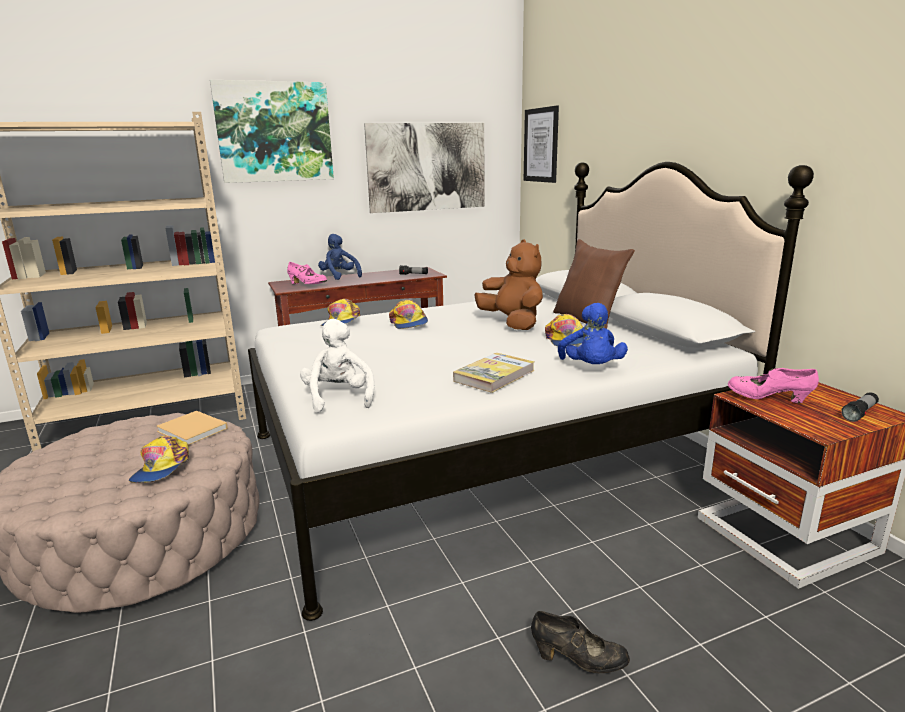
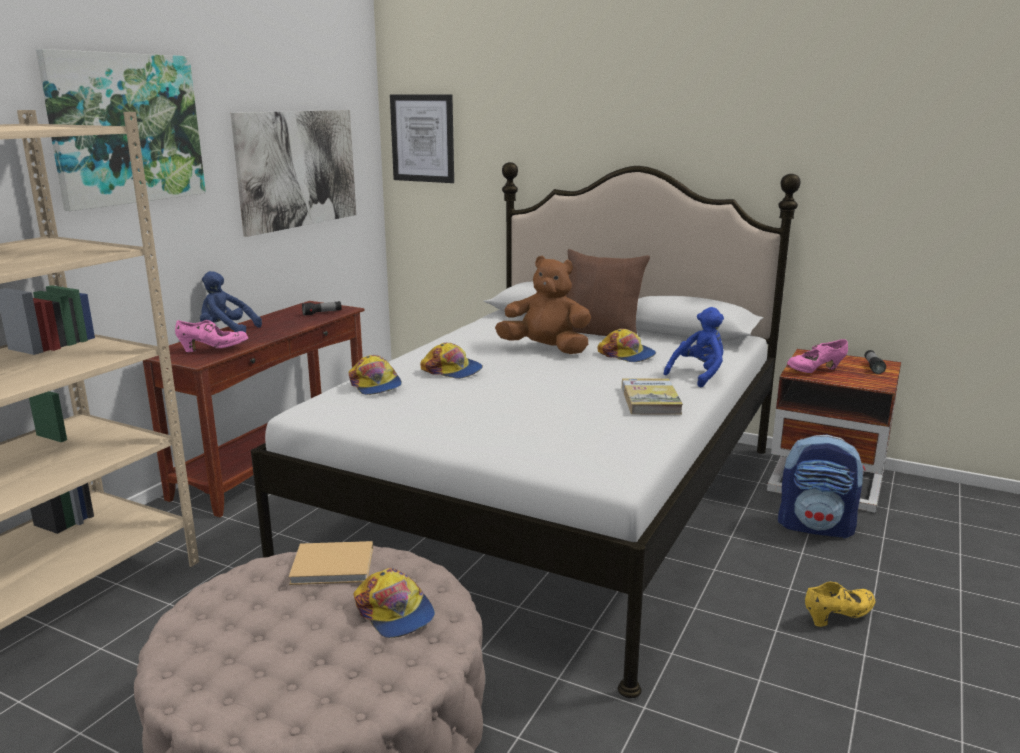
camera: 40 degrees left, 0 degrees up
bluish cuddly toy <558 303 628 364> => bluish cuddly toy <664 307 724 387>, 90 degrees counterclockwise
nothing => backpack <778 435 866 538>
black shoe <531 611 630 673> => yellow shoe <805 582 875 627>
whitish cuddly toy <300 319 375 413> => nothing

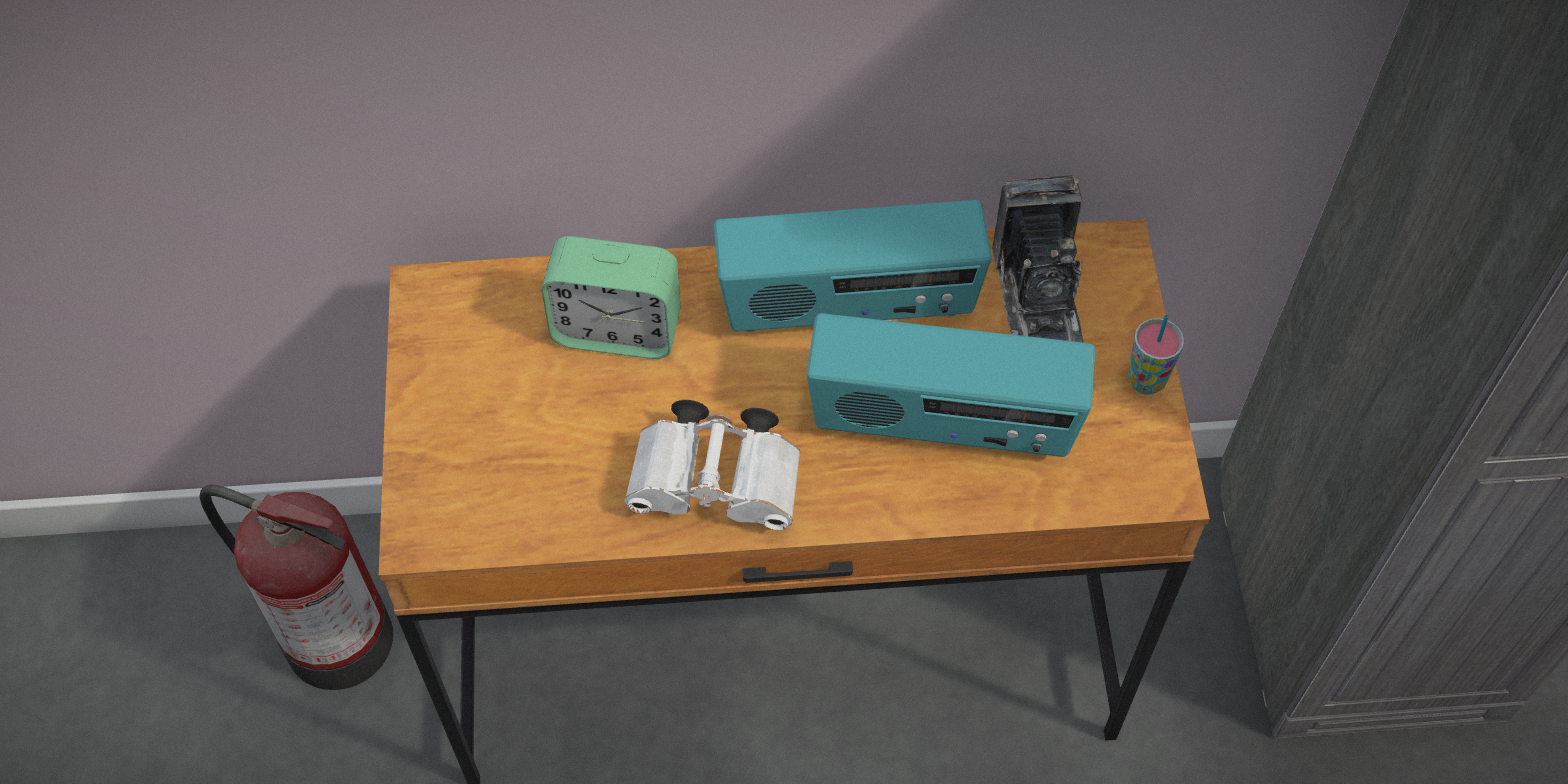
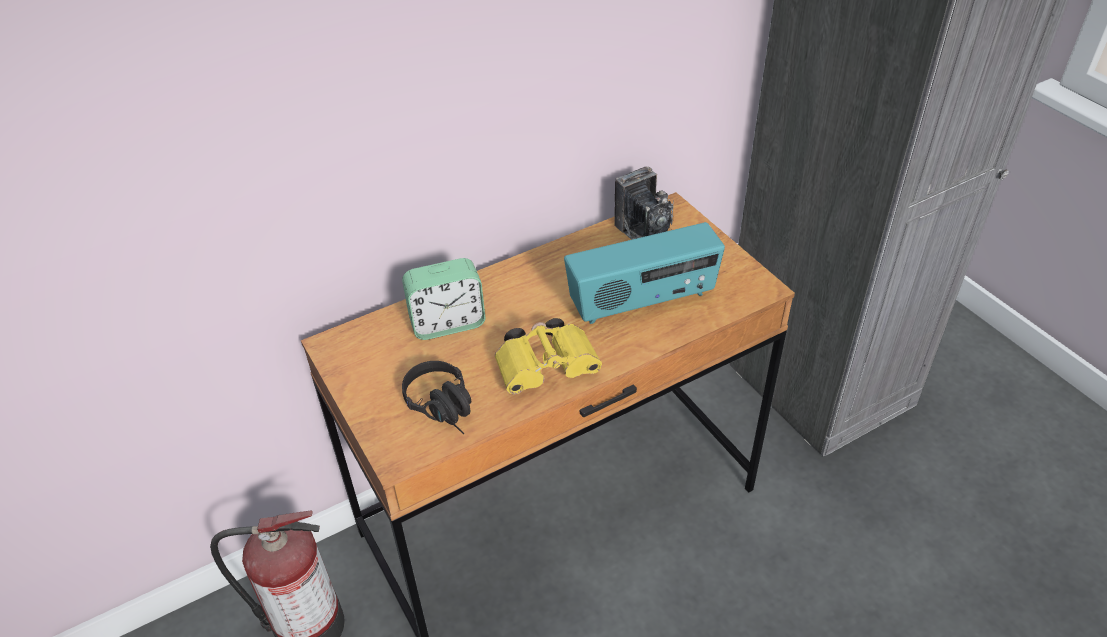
camera: 25 degrees left, 15 degrees down
nothing => black headphones <402 361 471 434>
whitish pair of binoculars <624 400 801 531> => yellow pair of binoculars <495 318 602 395>
radio <714 200 992 332> => nothing
small cup <1127 315 1184 395> => nothing

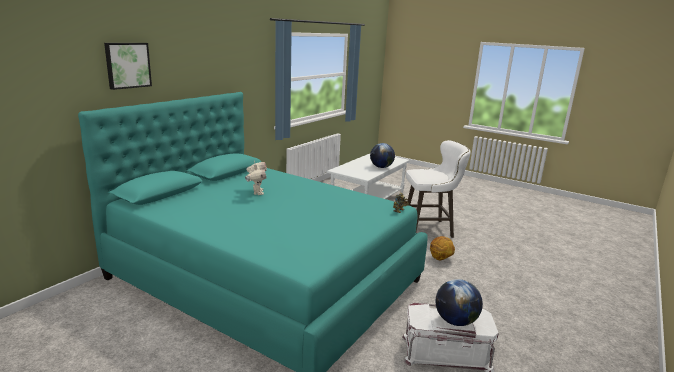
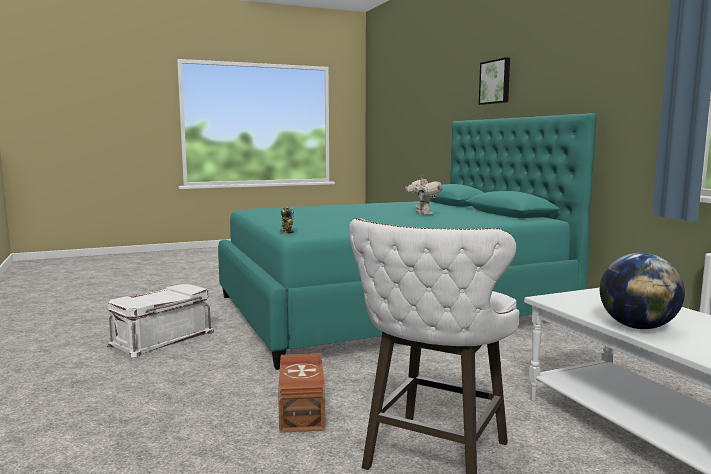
camera: 125 degrees right, 10 degrees down
basketball ball <430 236 455 260> => brown storage container <278 353 325 433>
model robot <245 162 267 195> => model robot <405 175 442 215>, 135 degrees counterclockwise
desk globe <436 279 483 326> => nothing

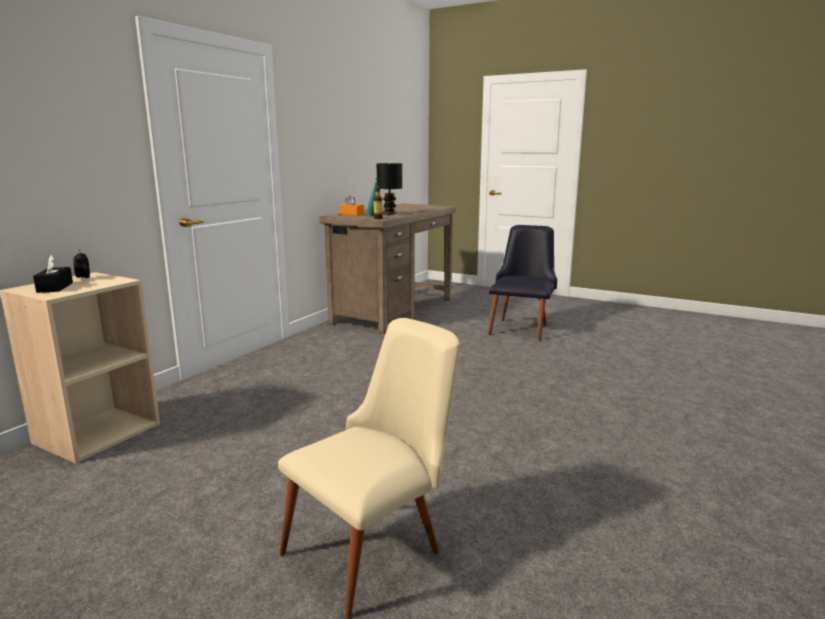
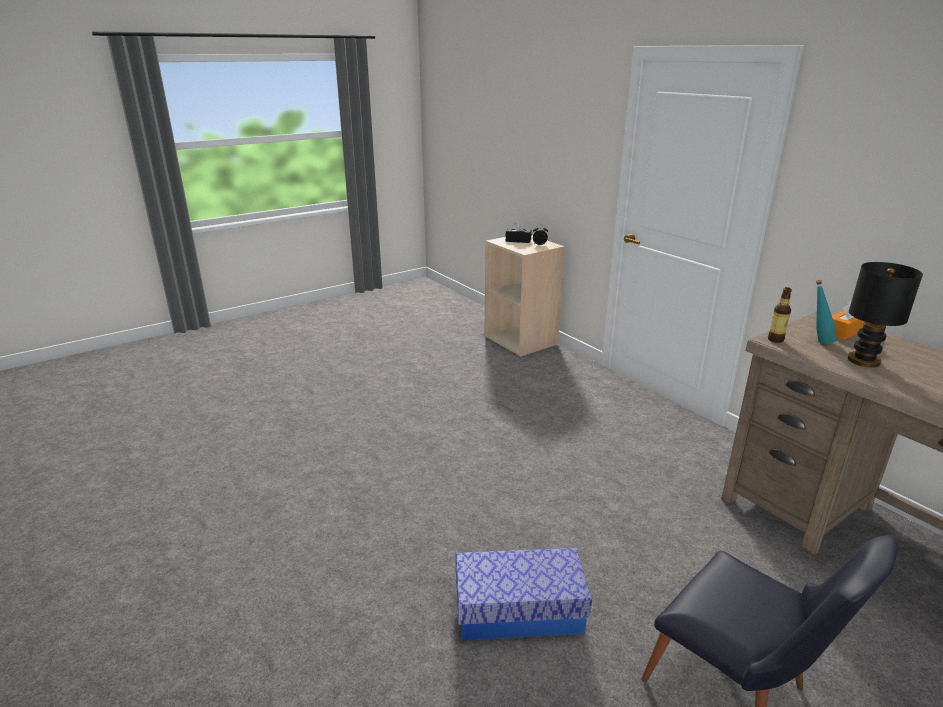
camera: 115 degrees right, 10 degrees up
nothing => storage container <456 548 592 640>
beige upright chair <278 318 460 619> => nothing

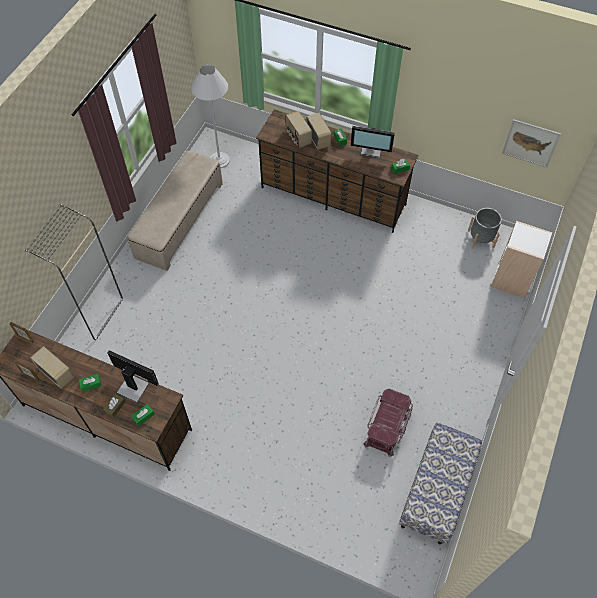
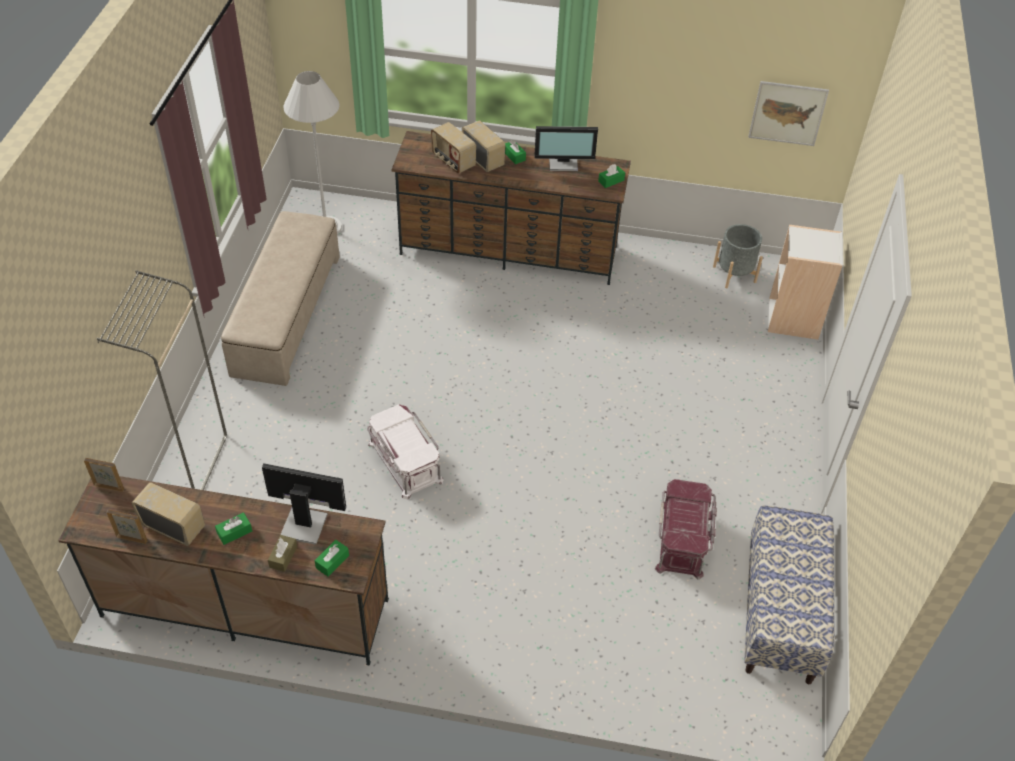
camera: 15 degrees left, 10 degrees down
nothing => whitish storage container <367 404 443 499>

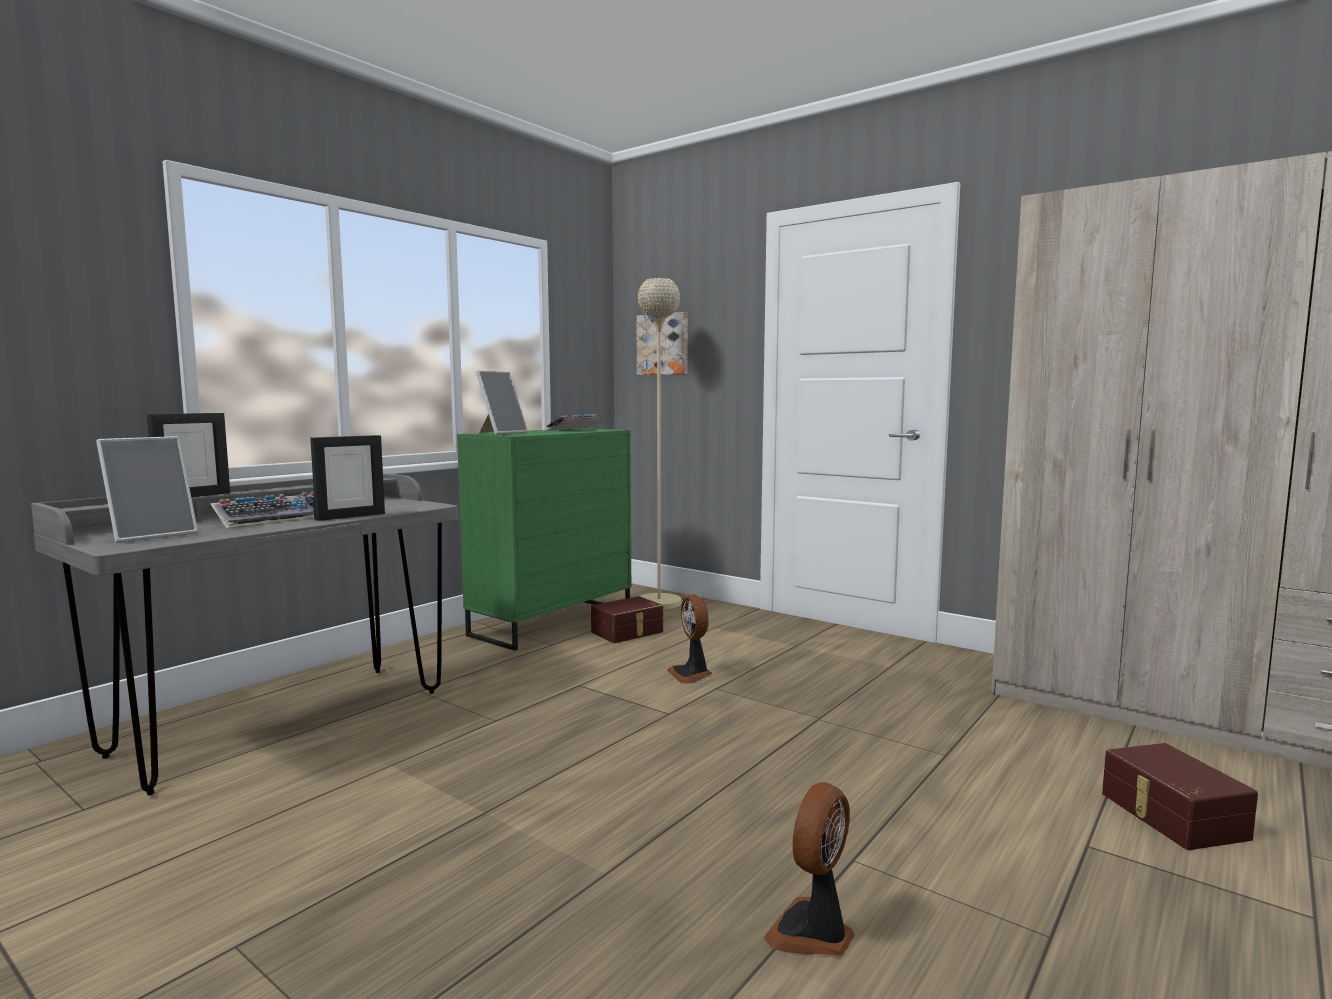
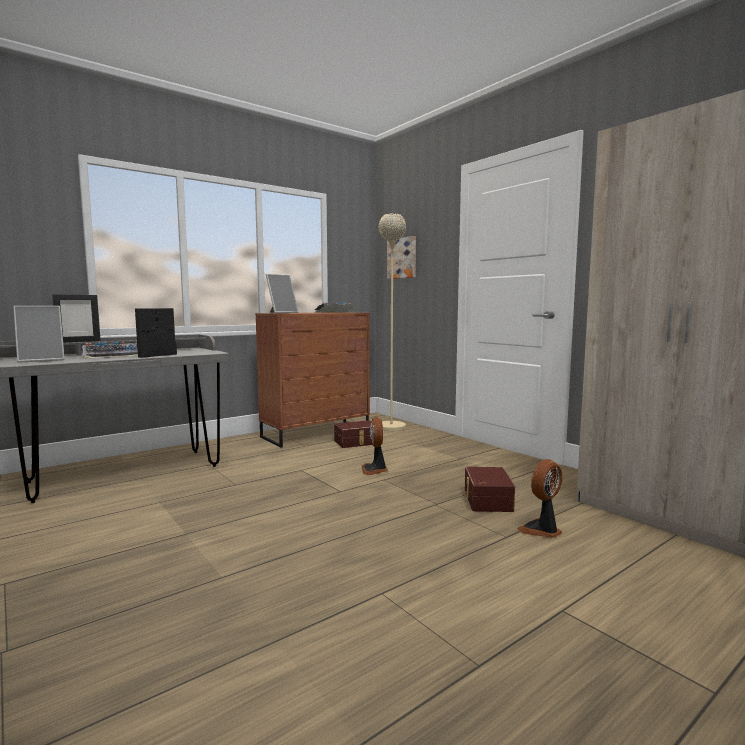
camera: 15 degrees right, 0 degrees up
picture frame <310 435 385 521> => picture frame <135 308 177 358>, 150 degrees clockwise
green drawer chest <457 428 632 651> => brown drawer chest <255 312 370 448>
brown storage container <1102 743 1258 850> => brown storage container <465 467 515 512>, move
cooling fan <764 782 855 955> => cooling fan <518 459 562 538>, move

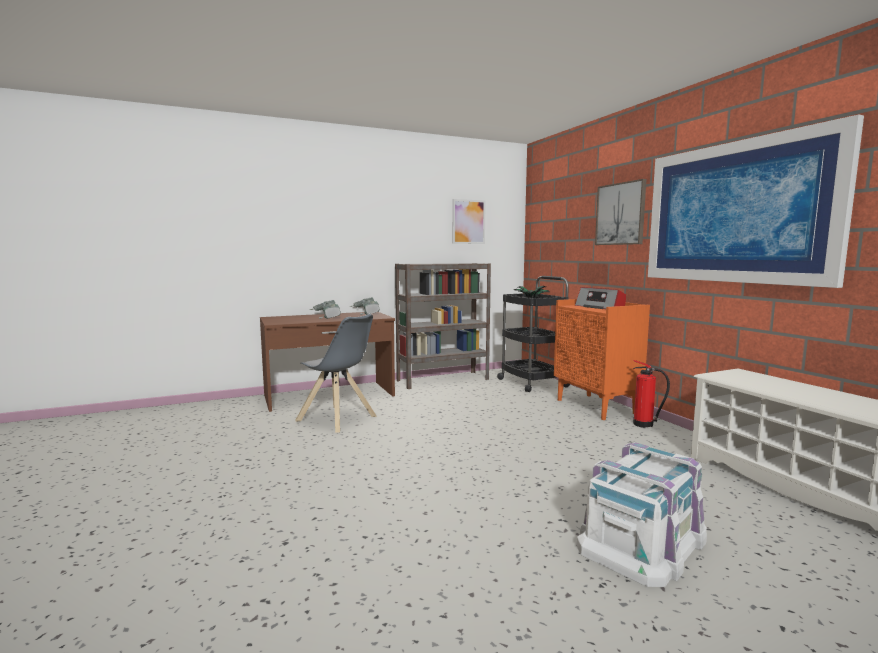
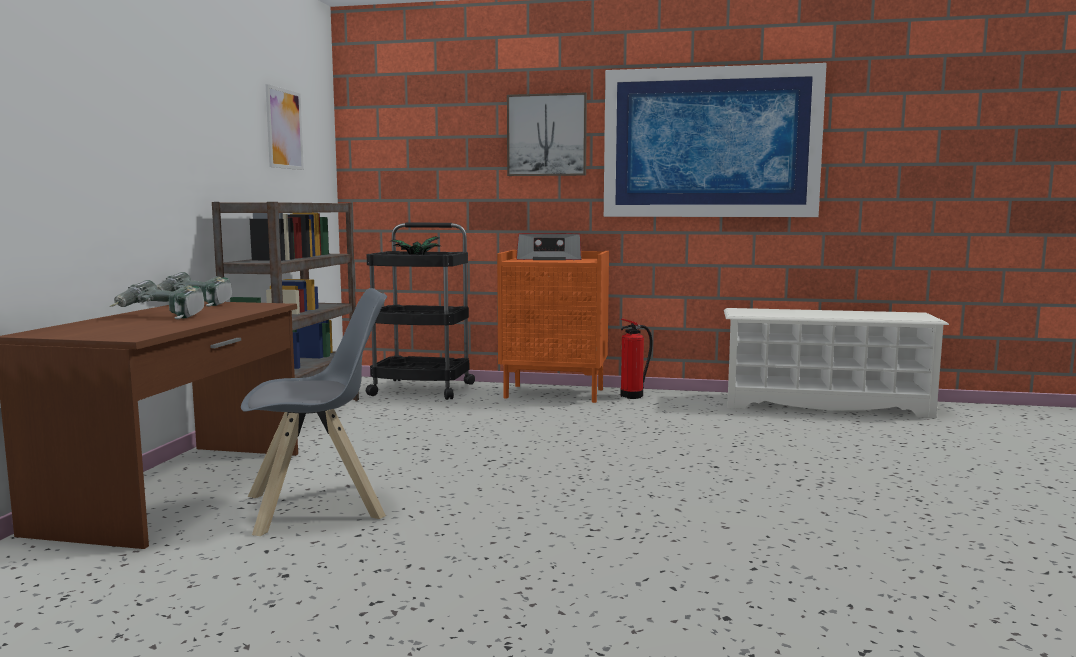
camera: 55 degrees left, 0 degrees up
whitish storage container <576 442 707 587> => nothing

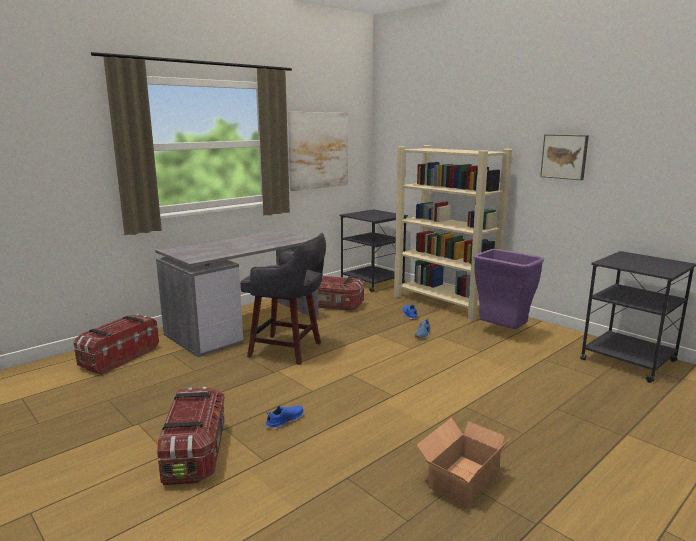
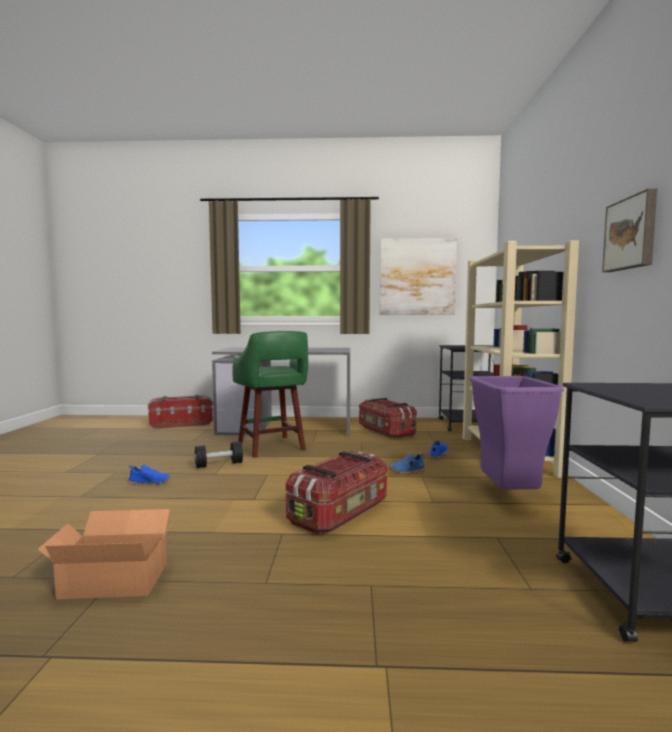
camera: 45 degrees right, 10 degrees down
nothing => black free weight <195 442 243 468>
gray stool <240 233 326 365> => green stool <232 331 308 457>
storage container <157 387 225 485> => storage container <286 451 388 534>, move

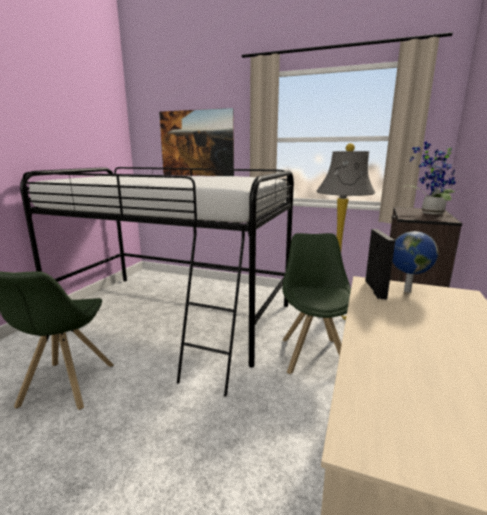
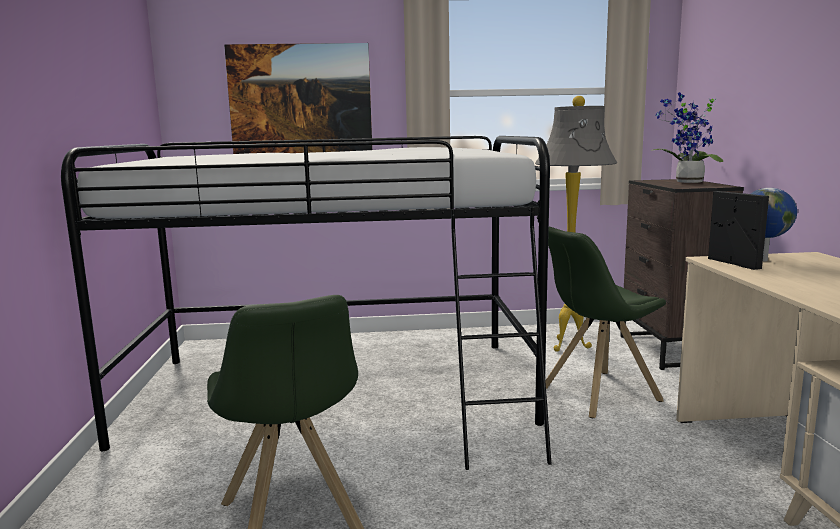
camera: 25 degrees left, 5 degrees down
green upright chair <283 233 351 374> => green upright chair <545 227 666 418>, 90 degrees counterclockwise

